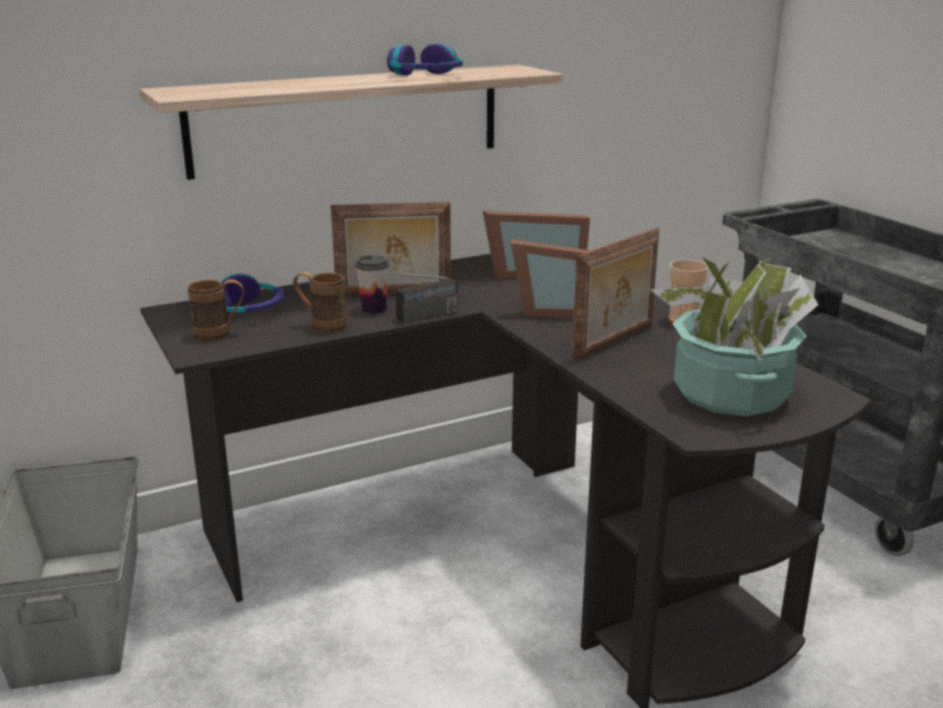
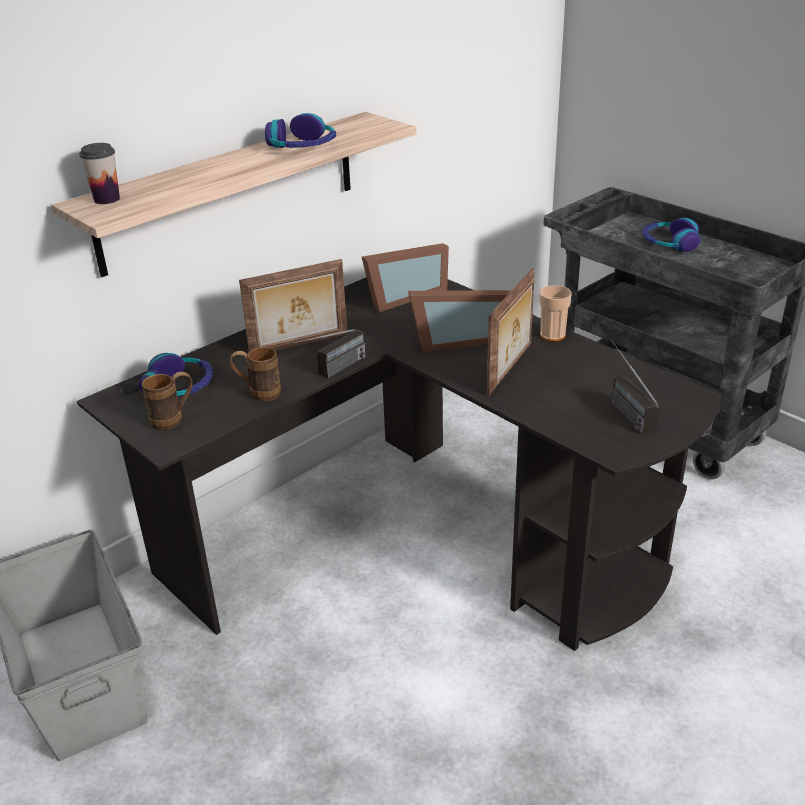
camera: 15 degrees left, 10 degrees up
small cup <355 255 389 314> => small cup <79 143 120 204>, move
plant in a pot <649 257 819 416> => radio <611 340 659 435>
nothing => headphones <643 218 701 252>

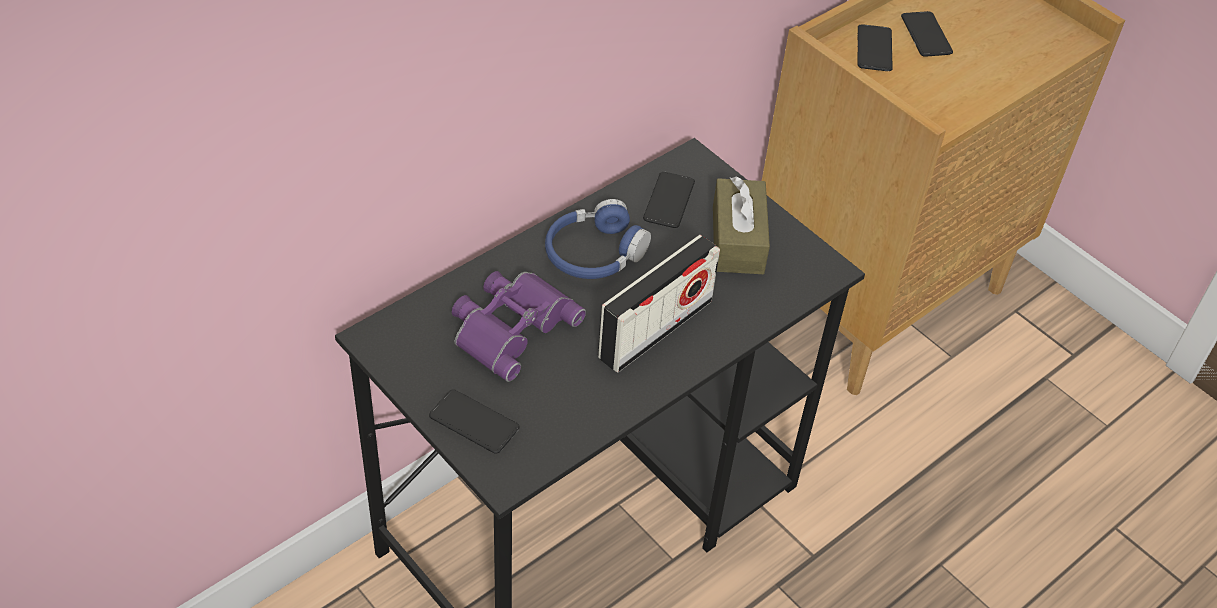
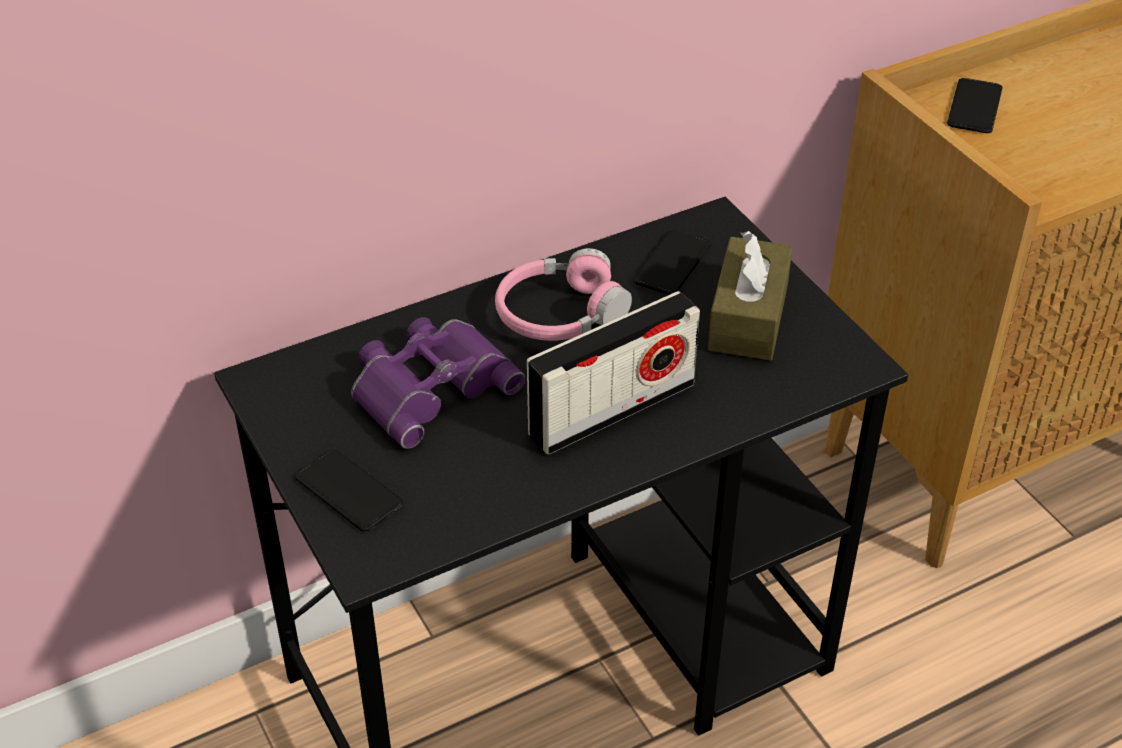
camera: 15 degrees right, 5 degrees down
bluish headphones <545 199 651 279> => pink-coloured headphones <495 248 632 341>
telephone <901 11 953 57> => nothing

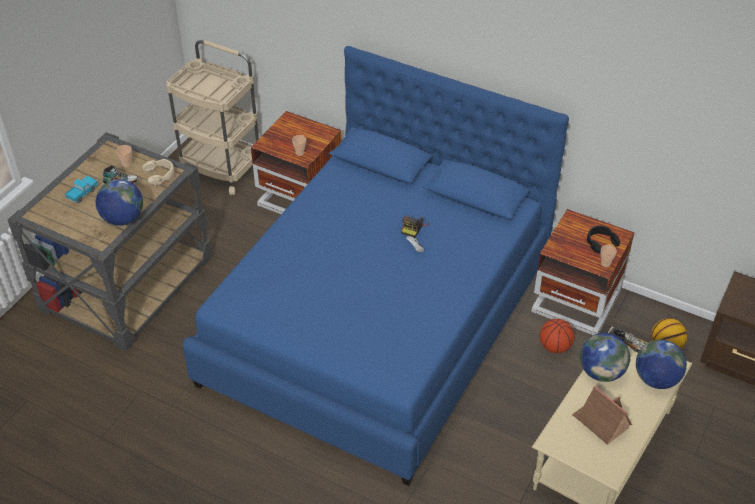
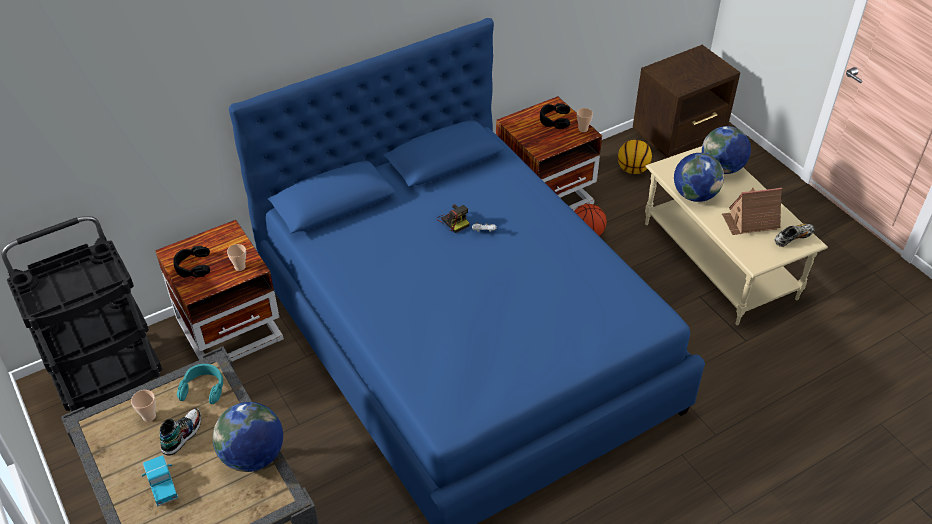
camera: 60 degrees left, 0 degrees up
beige trolley <166 40 259 195> => black trolley <2 216 162 412>
nothing => black headphones <173 246 210 278>
beige headphones <142 159 174 185> => blue-green headphones <177 364 223 404>
shoe <609 327 647 352> => shoe <774 224 815 247>, move

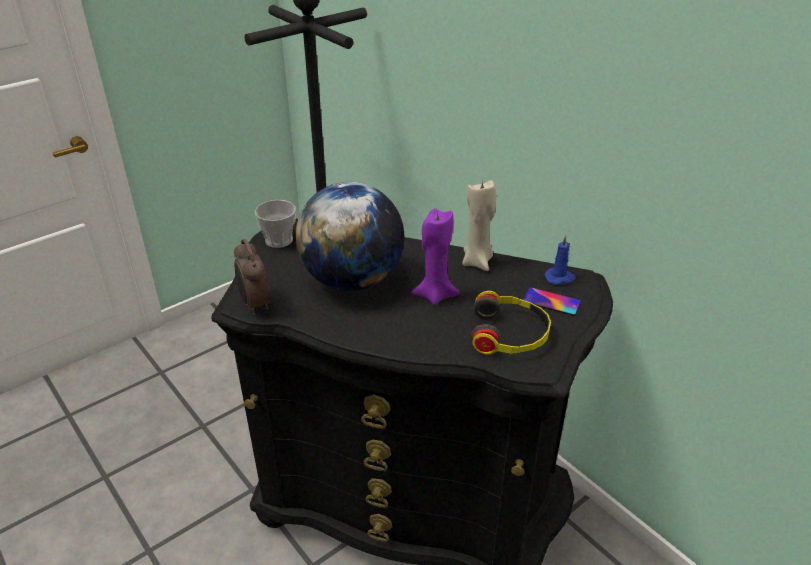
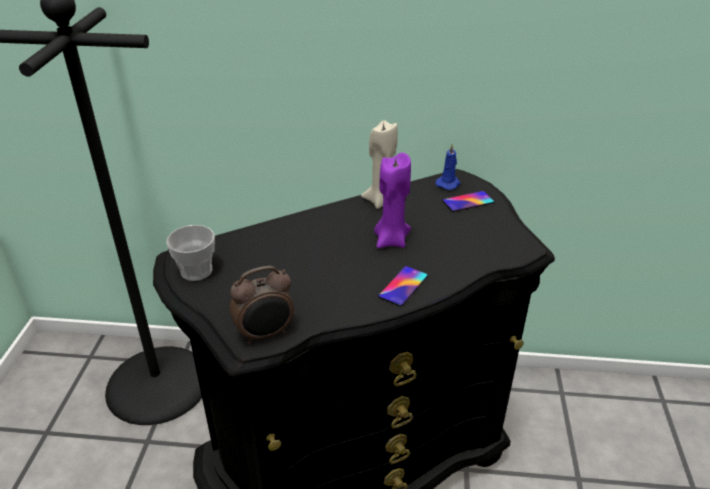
camera: 45 degrees left, 0 degrees up
bedside clock <234 239 271 315> => bedside clock <230 266 294 344>, 45 degrees counterclockwise
nothing => telephone <378 266 428 306>
desk globe <295 182 404 291> => nothing
headphones <471 291 551 355> => nothing

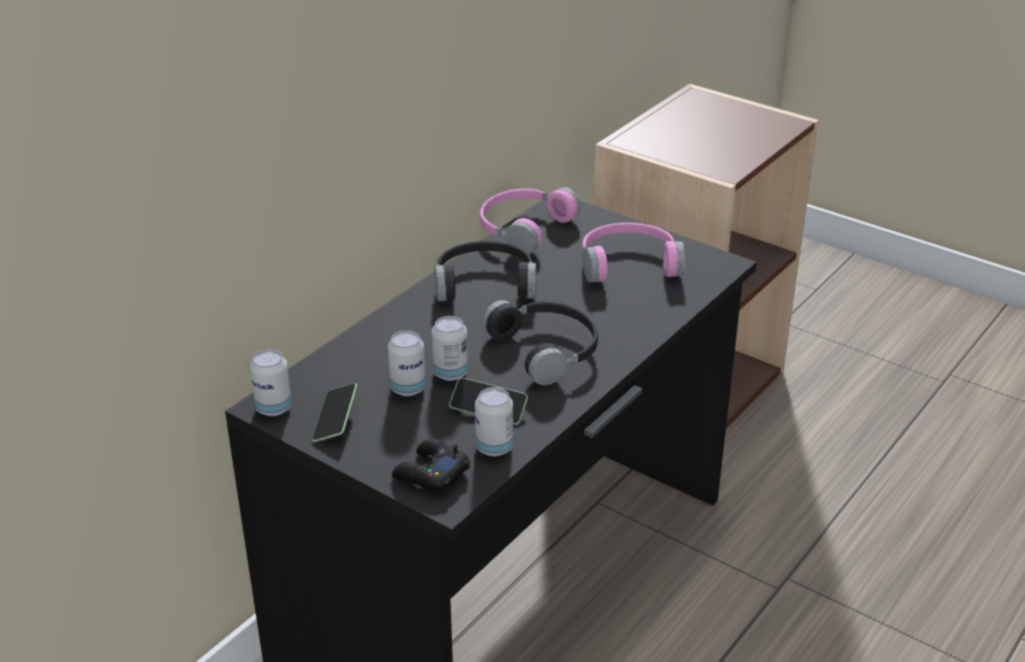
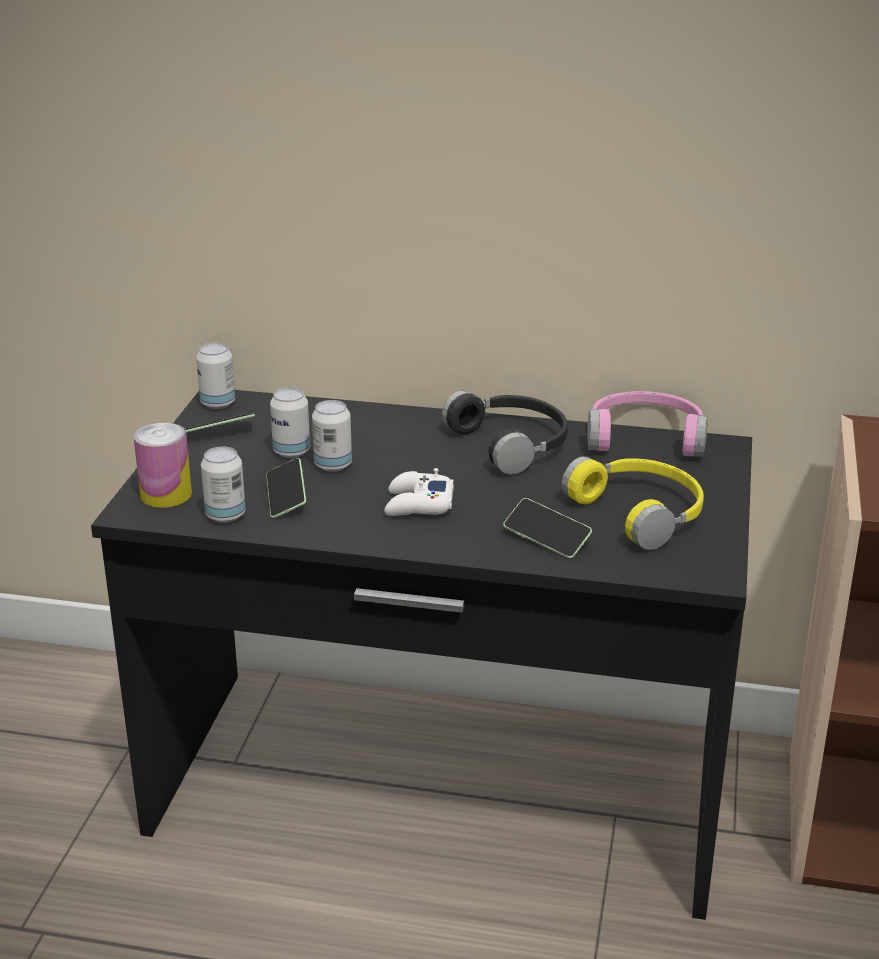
camera: 65 degrees right, 5 degrees down
black gamepad <392 439 470 492> => can <133 423 192 508>
black headphones <482 300 598 386> => whitish gamepad <384 468 454 516>
nothing => telephone <503 498 592 558>
pink-coloured headphones <582 223 685 282> => yellow headphones <562 456 704 550>

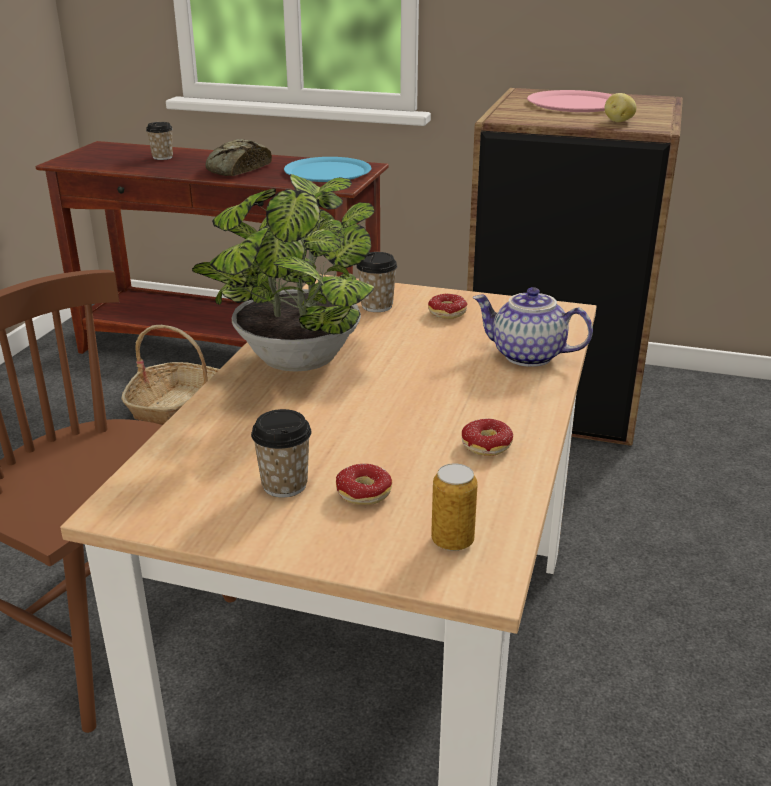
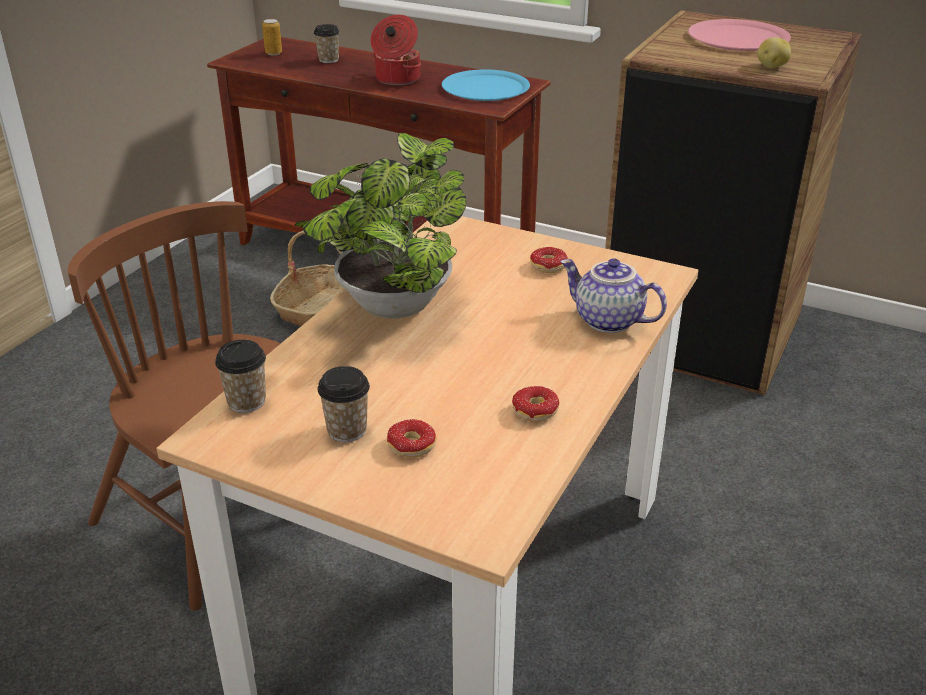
camera: 10 degrees right, 5 degrees up
small cup <356 252 398 312> => small cup <215 340 266 413>, move
can <431 463 478 551> => can <262 19 282 55>, move
bread <205 139 272 176> => saucepot <370 15 421 85>

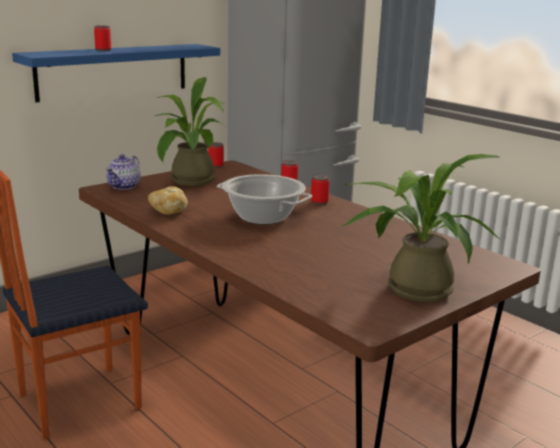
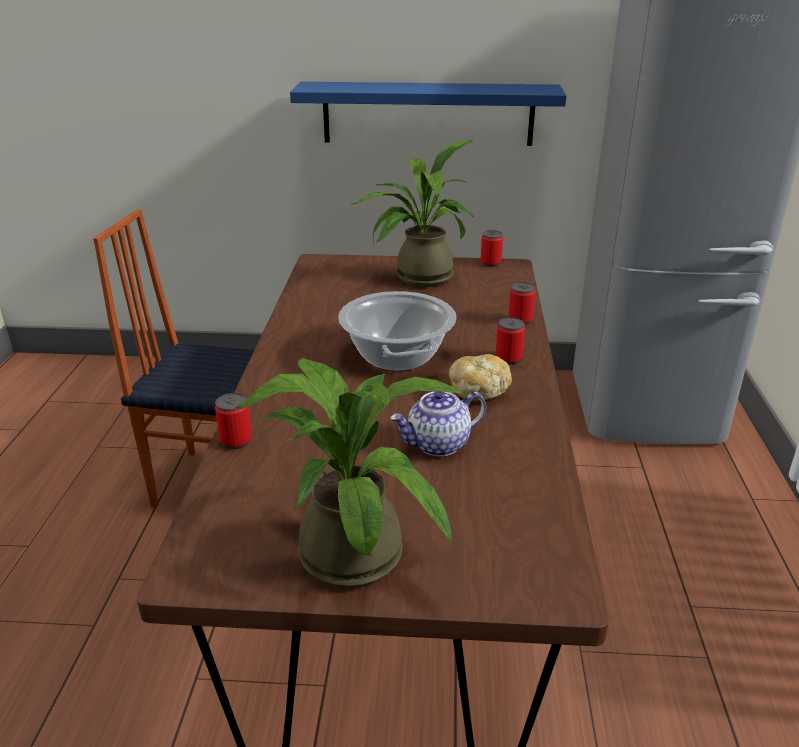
camera: 45 degrees right, 10 degrees up
can <94 25 111 51> => can <215 393 252 449>, move
pot for tea <106 154 140 190> => pot for tea <390 391 486 457>, move
bread <148 186 188 215> => bread <449 354 512 401>, move

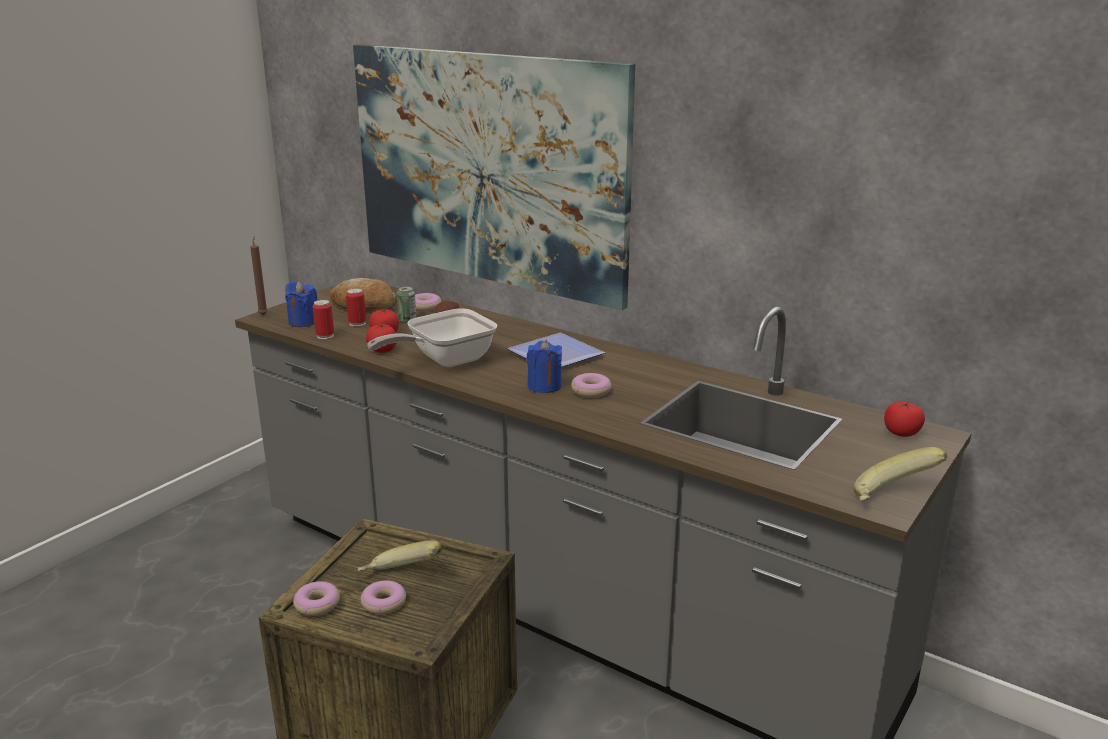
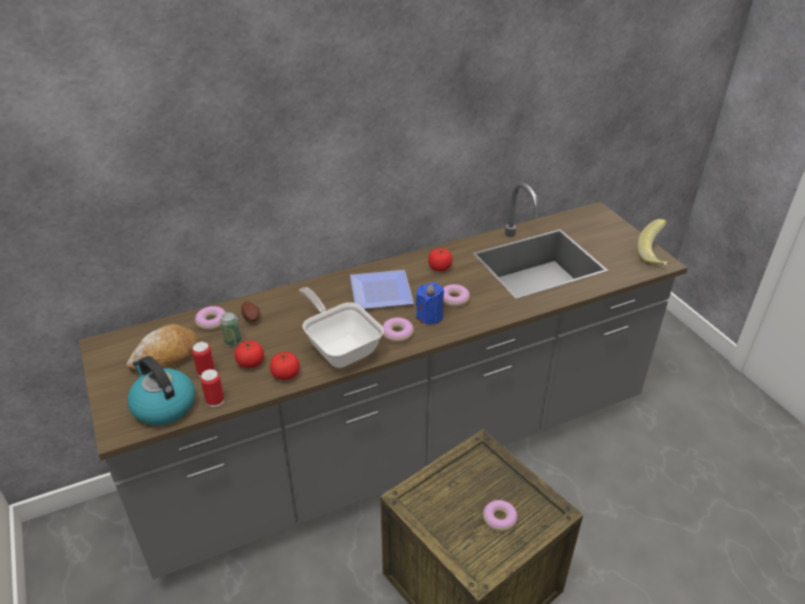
camera: 60 degrees left, 15 degrees up
bluish wax light <285 281 317 327> => tea kettle <127 356 195 426>
pan <367 308 497 367> => pan <299 287 384 368>, 150 degrees clockwise
ring doughnut <293 581 340 616> => ring doughnut <382 318 414 343>, move
whole tomato <884 402 925 437> => whole tomato <428 248 453 272>, move
brown wax light <250 236 268 315> => nothing
picture <353 44 635 310> => nothing
banana fruit <358 540 443 572> => nothing

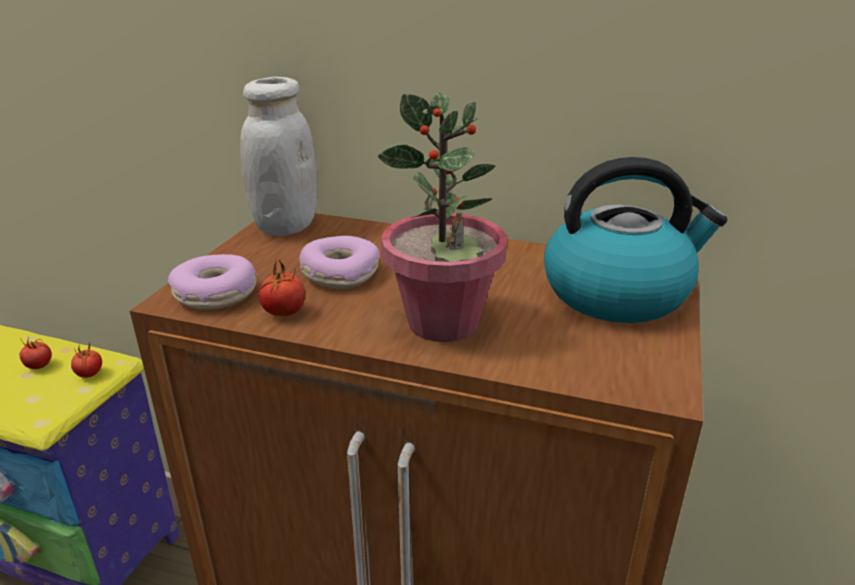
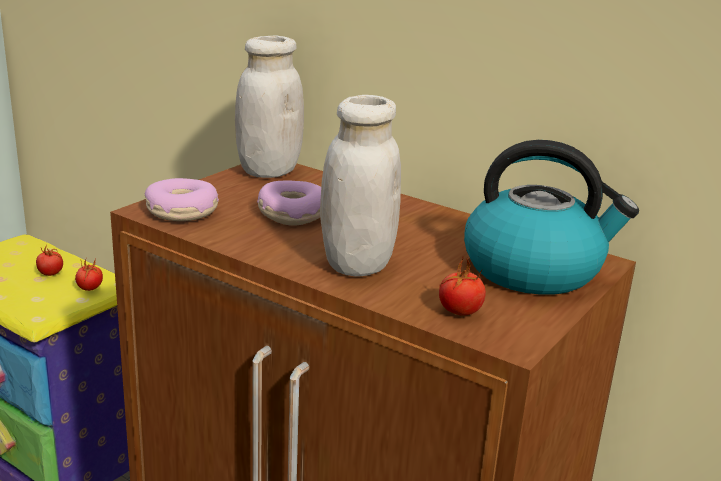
camera: 15 degrees right, 5 degrees down
plant in a pot <378 92 507 342> => whitish storage jar <320 95 401 277>
whole tomato <258 260 305 316> => whole tomato <439 258 486 316>, move

